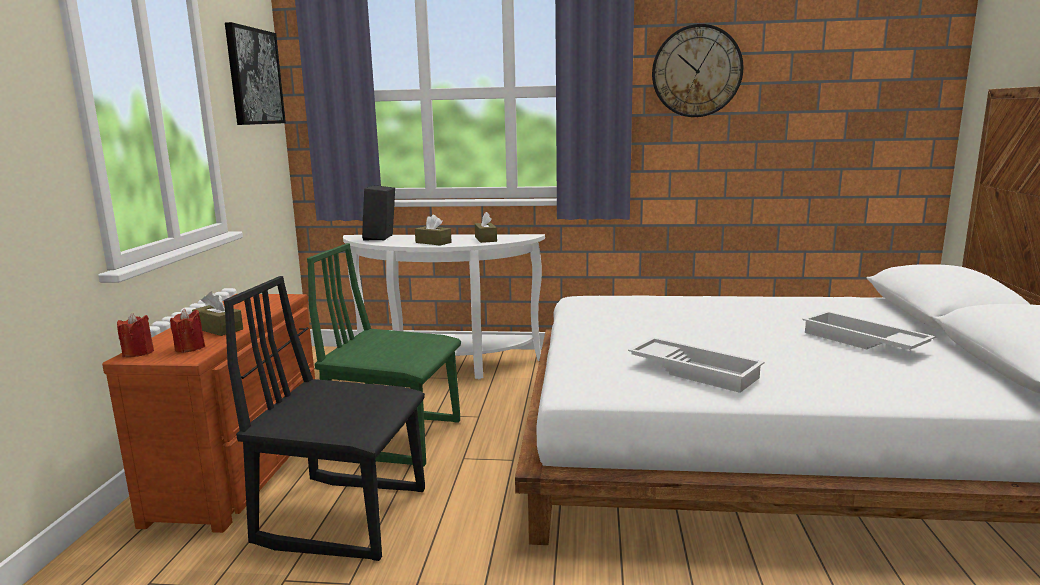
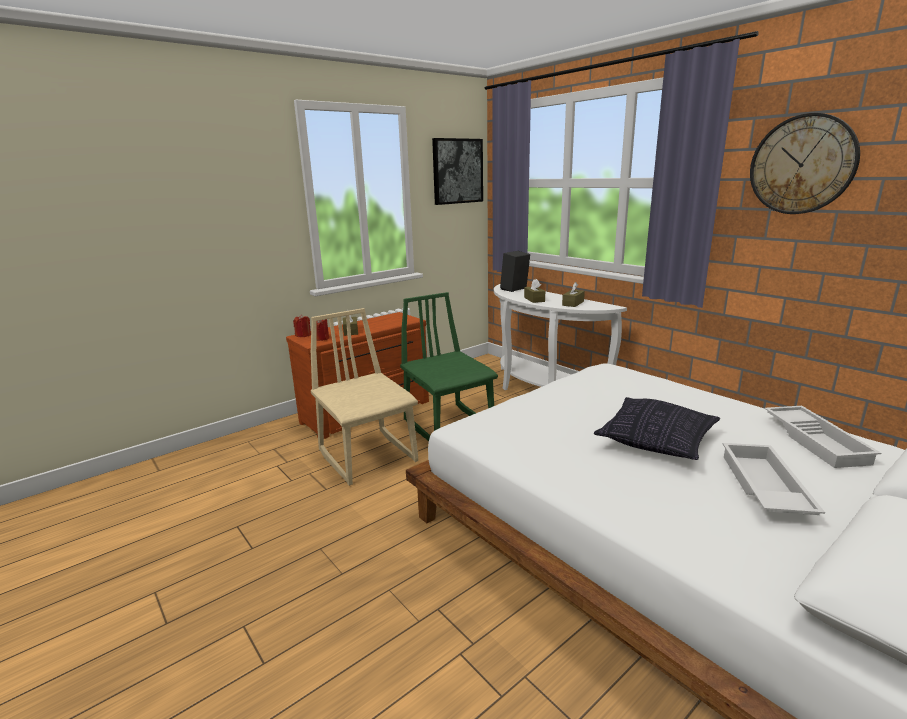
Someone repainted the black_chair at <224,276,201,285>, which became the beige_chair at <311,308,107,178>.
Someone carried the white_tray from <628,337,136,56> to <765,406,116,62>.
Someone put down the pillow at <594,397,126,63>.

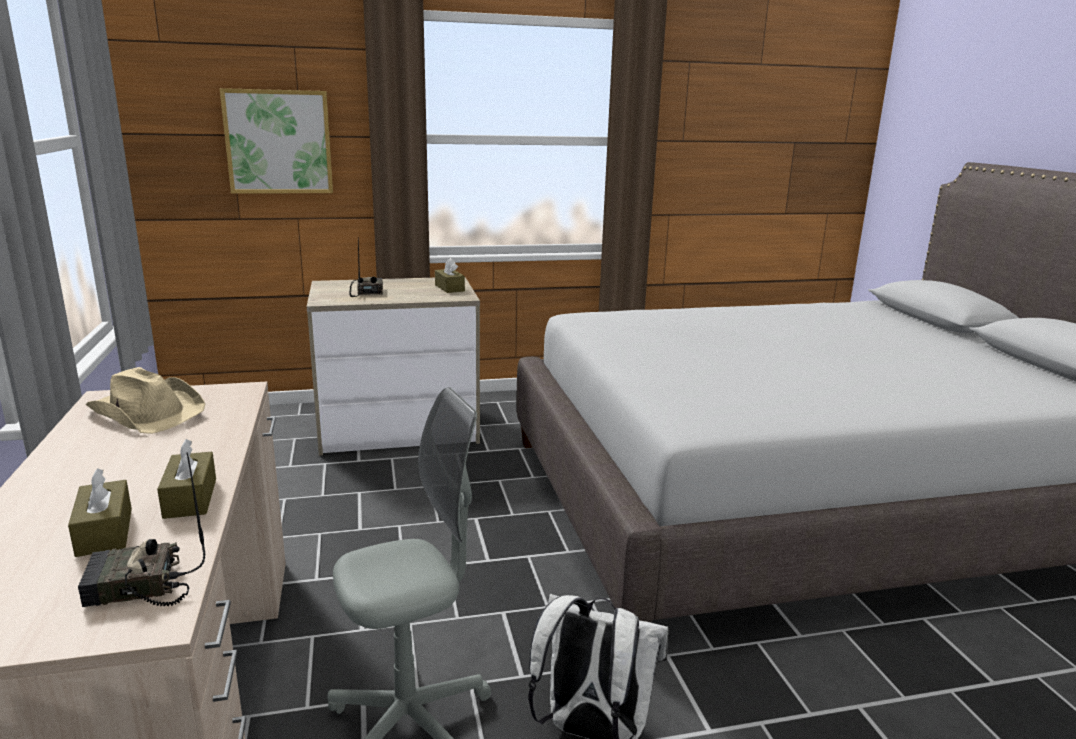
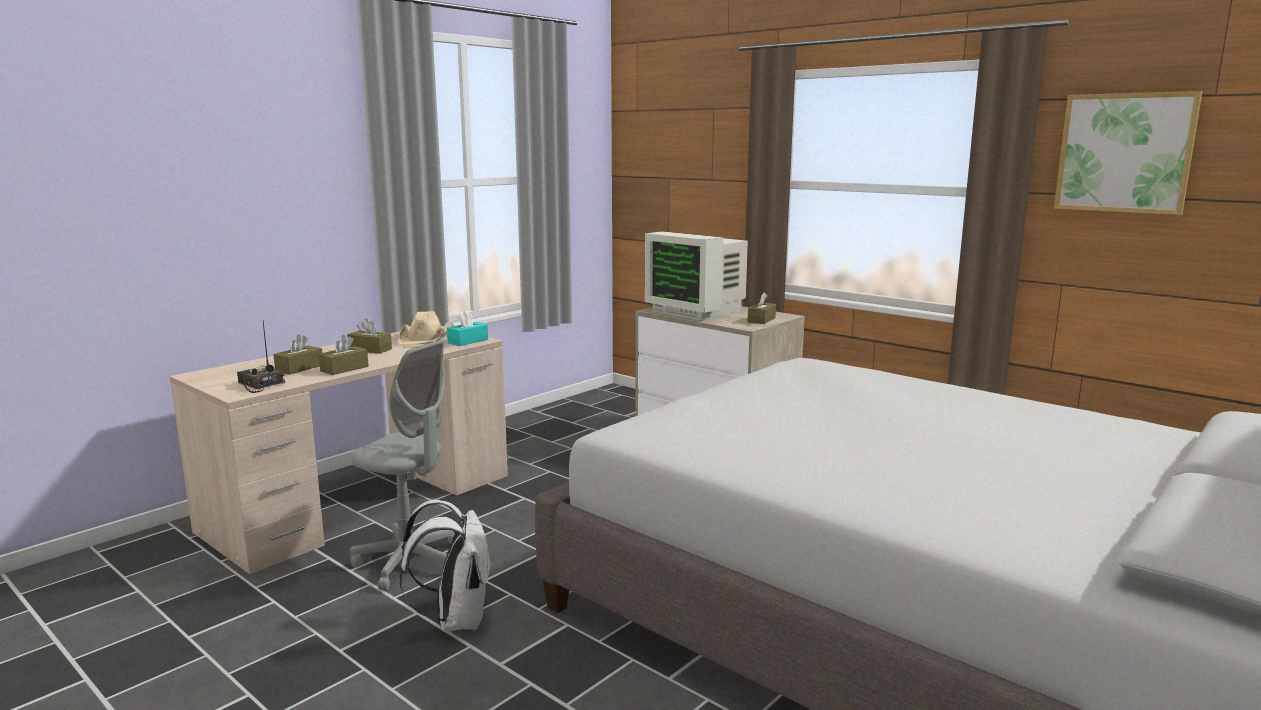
Someone carried the picture from <220,88,113,106> to <1054,91,148,124>.
Someone swapped the radio at <349,239,34,58> for the monitor at <645,231,103,90>.
Someone put down the turquoise_tissue_box at <447,311,41,35>.
Someone put down the brown_tissue_box at <347,318,45,36>.

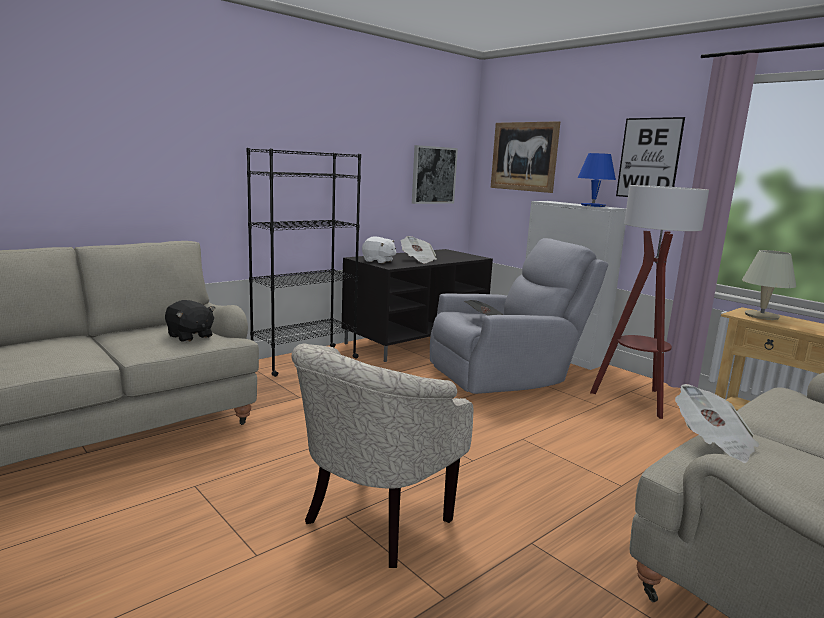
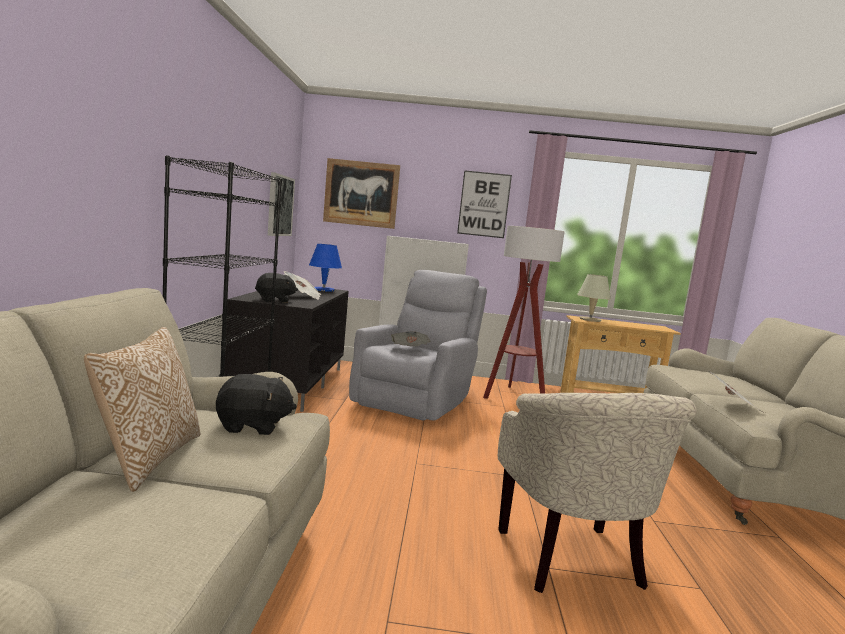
Someone carried the blue_table_lamp from <578,153,38,54> to <309,244,33,48>.
Someone repainted the white_plush_toy at <362,237,35,27>, which became the black_plush_toy at <255,273,43,30>.
Someone put down the pillow at <84,327,116,165>.

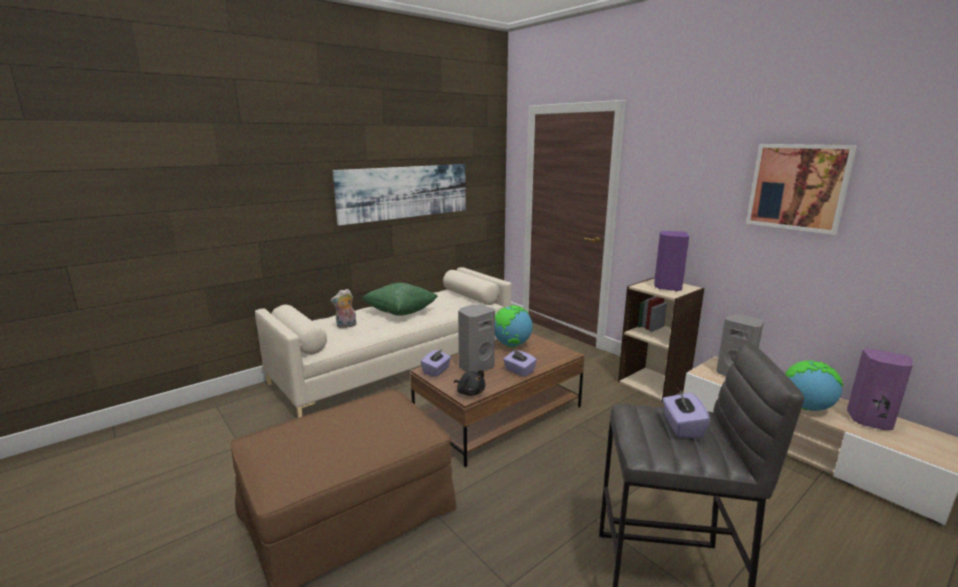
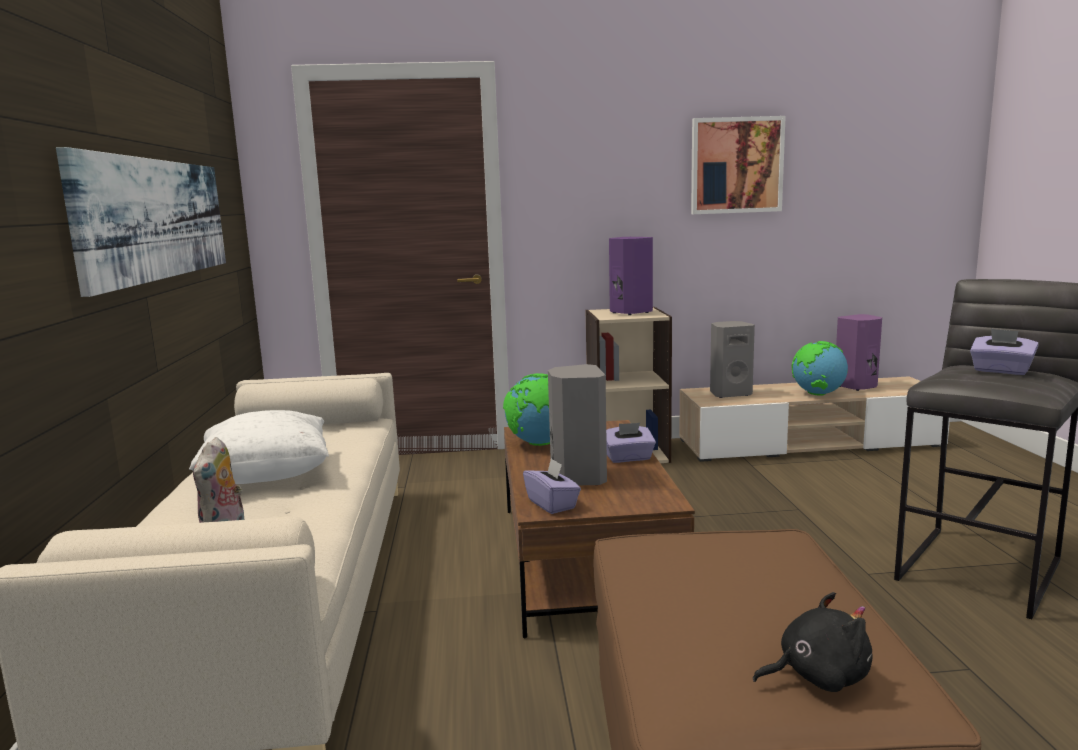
Someone repainted the green_pillow at <362,283,76,33>, which became the white_pillow at <189,410,140,74>.
Someone carried the black_plush_toy from <454,370,31,26> to <753,592,120,100>.

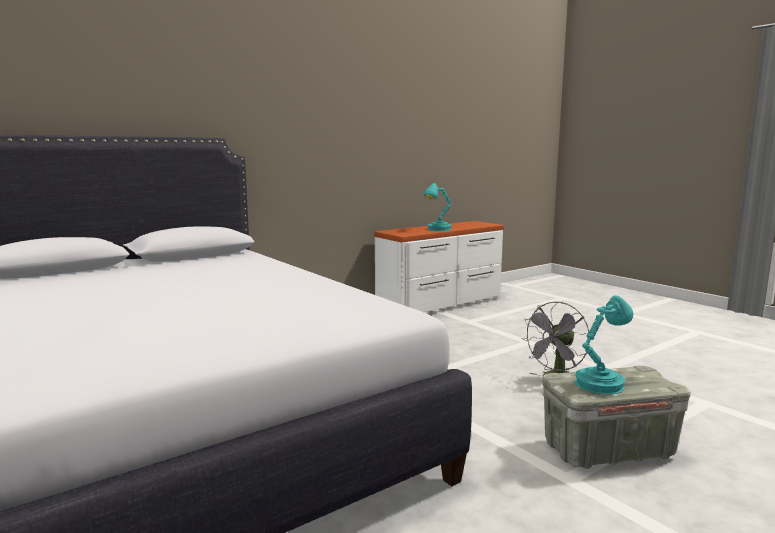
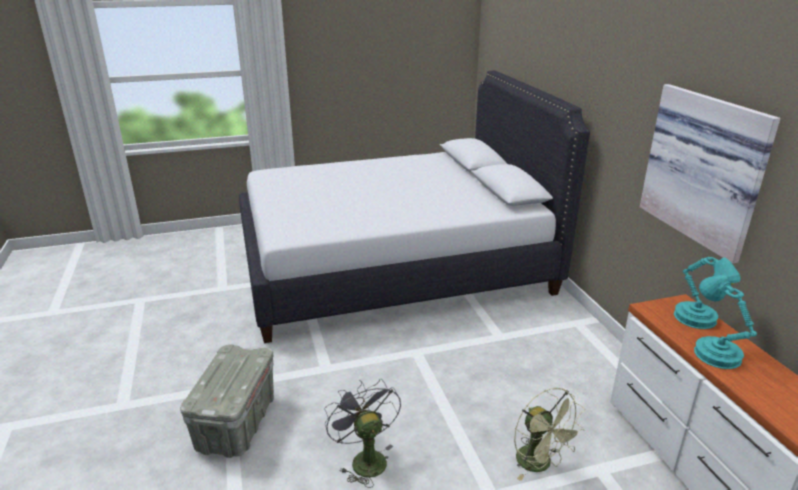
Someone carried the turquoise_table_lamp from <575,295,58,100> to <674,257,67,72>.
Someone put up the picture at <640,84,140,180>.
Someone put down the green_fan at <514,388,71,93>.

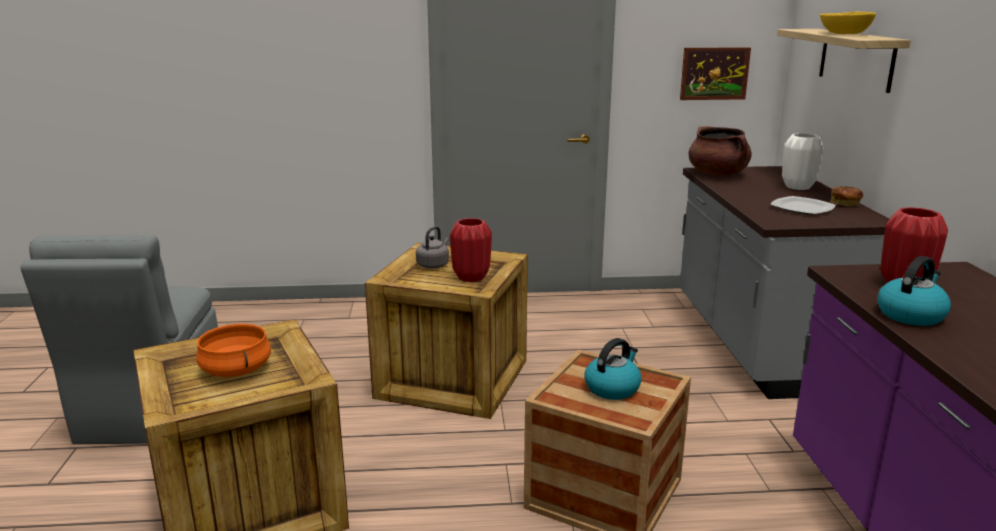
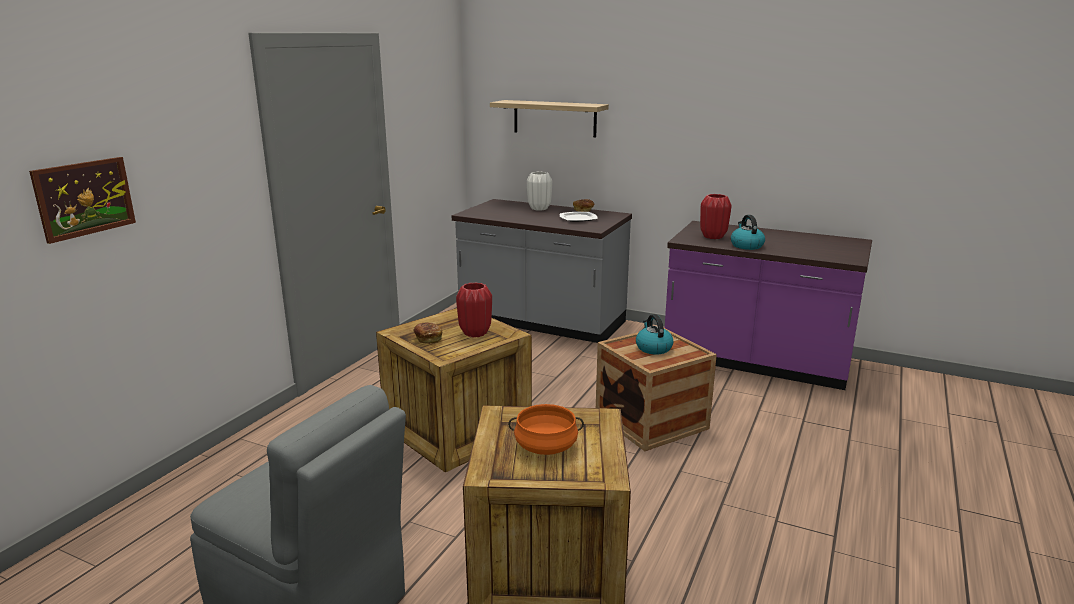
Someone took away the yellow_bowl at <820,12,56,22>.
Someone carried the picture from <680,47,71,53> to <29,157,107,87>.
Someone took away the brown_cooking_pot at <688,126,64,50>.
Someone swapped the grey_kettle at <416,226,33,43> for the bread at <413,323,29,21>.

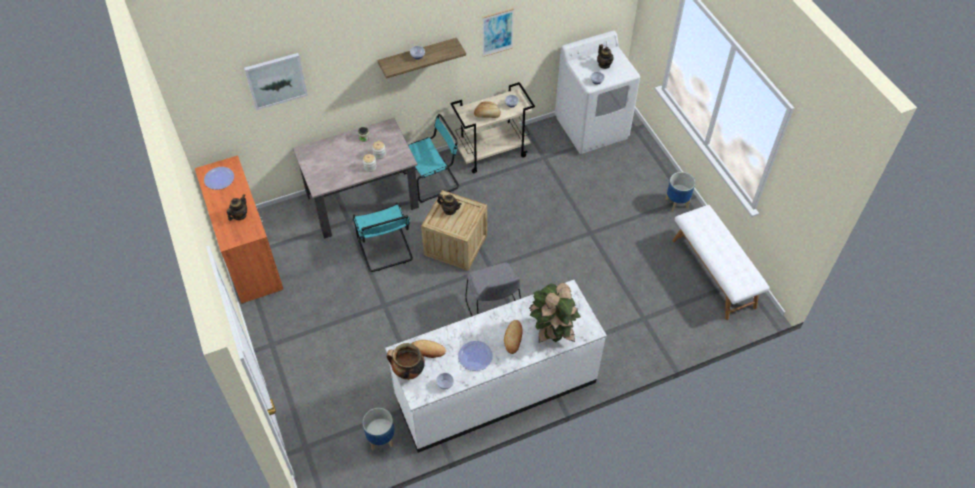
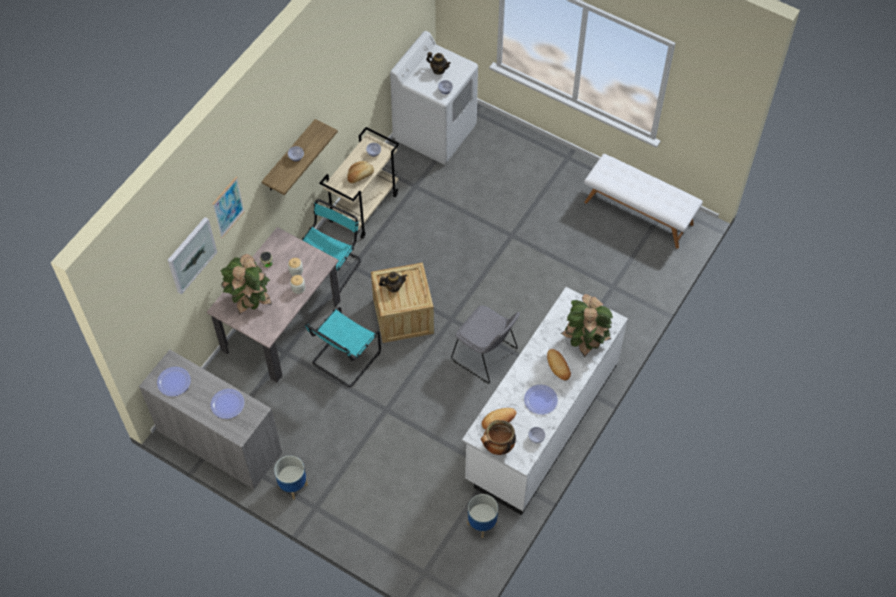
Someone carried the picture from <482,8,32,49> to <213,177,32,61>.
Someone repainted the orange_cabinet at <195,156,88,148>, which became the grey_cabinet at <139,350,143,139>.
Someone carried the planter from <665,172,30,40> to <274,456,34,44>.
Someone swapped the teapot at <227,194,20,27> for the plate at <210,389,35,30>.
Someone rotated the turquoise_chair at <353,202,60,70> by 90 degrees clockwise.
Someone put down the potted_plant at <221,254,51,61>.

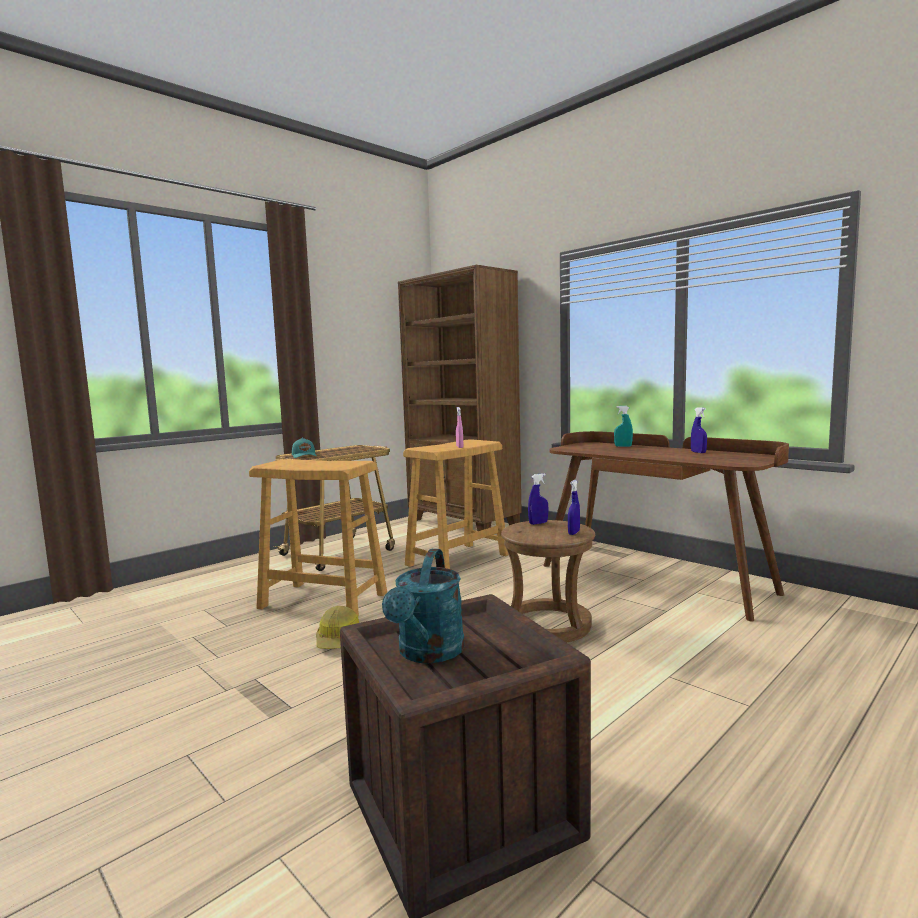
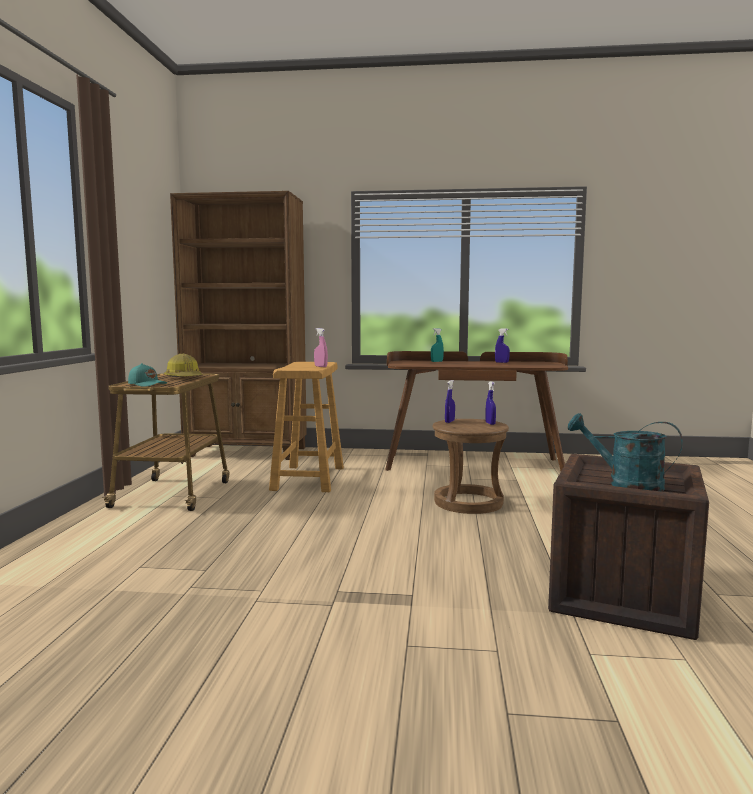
Someone took away the beige_stool at <249,459,138,157>.
Someone rotated the turquoise_watering_can at <382,549,83,114> by 150 degrees clockwise.
Someone carried the hard_hat from <316,606,43,43> to <164,354,39,23>.

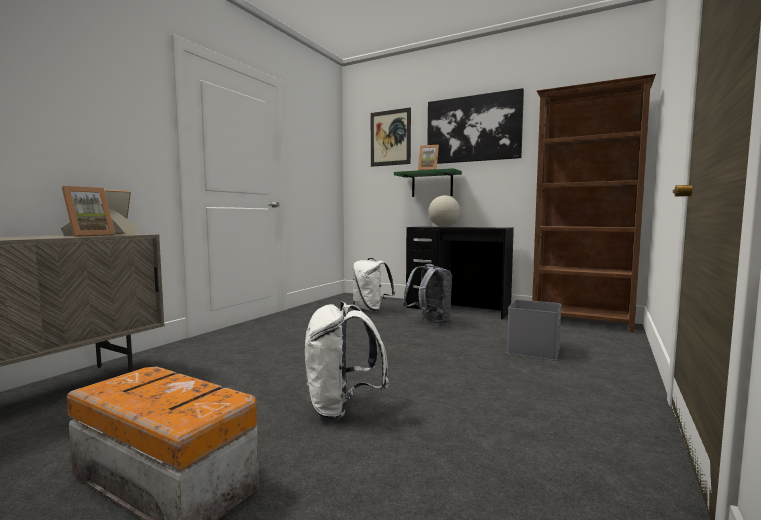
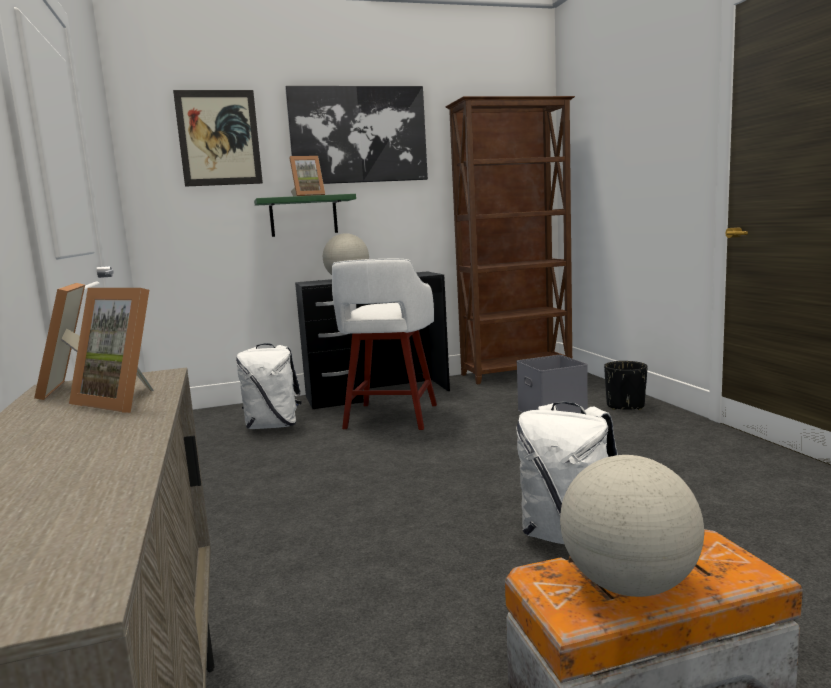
Someone rotated the picture_frame at <61,186,54,51> by 135 degrees clockwise.
Someone swapped the grey_backpack at <403,264,49,60> for the white_stool at <332,259,105,171>.
Someone put down the black_planter at <604,361,44,49>.
Someone put down the globe at <560,455,144,142>.

